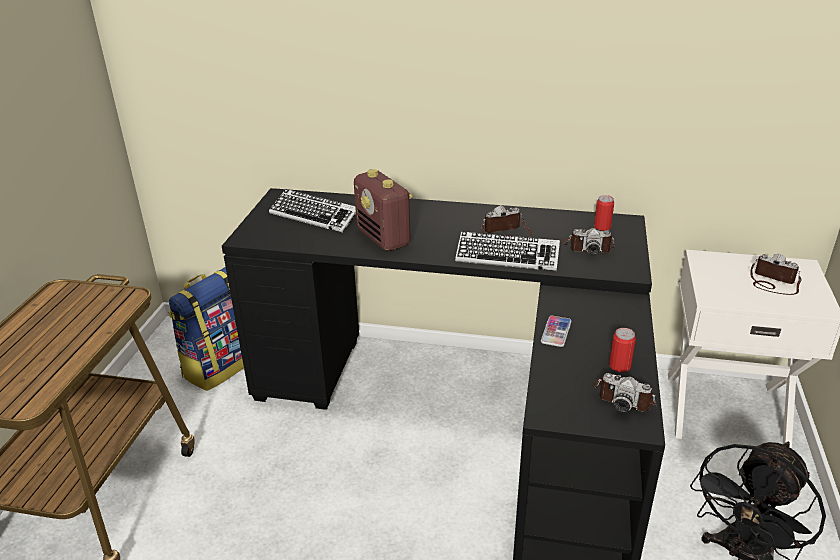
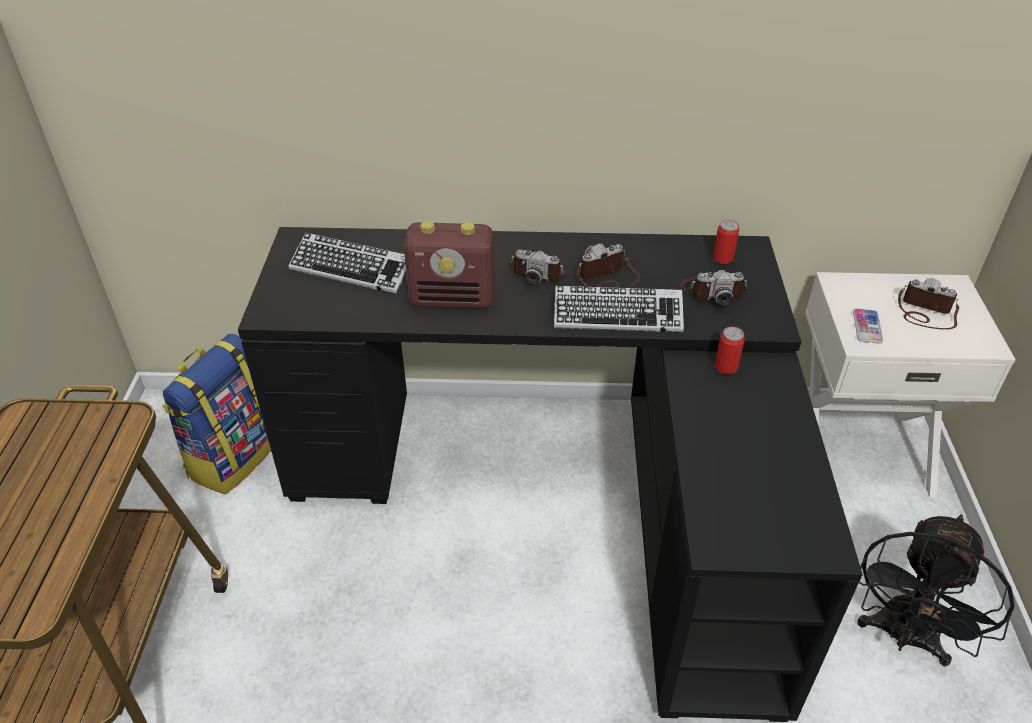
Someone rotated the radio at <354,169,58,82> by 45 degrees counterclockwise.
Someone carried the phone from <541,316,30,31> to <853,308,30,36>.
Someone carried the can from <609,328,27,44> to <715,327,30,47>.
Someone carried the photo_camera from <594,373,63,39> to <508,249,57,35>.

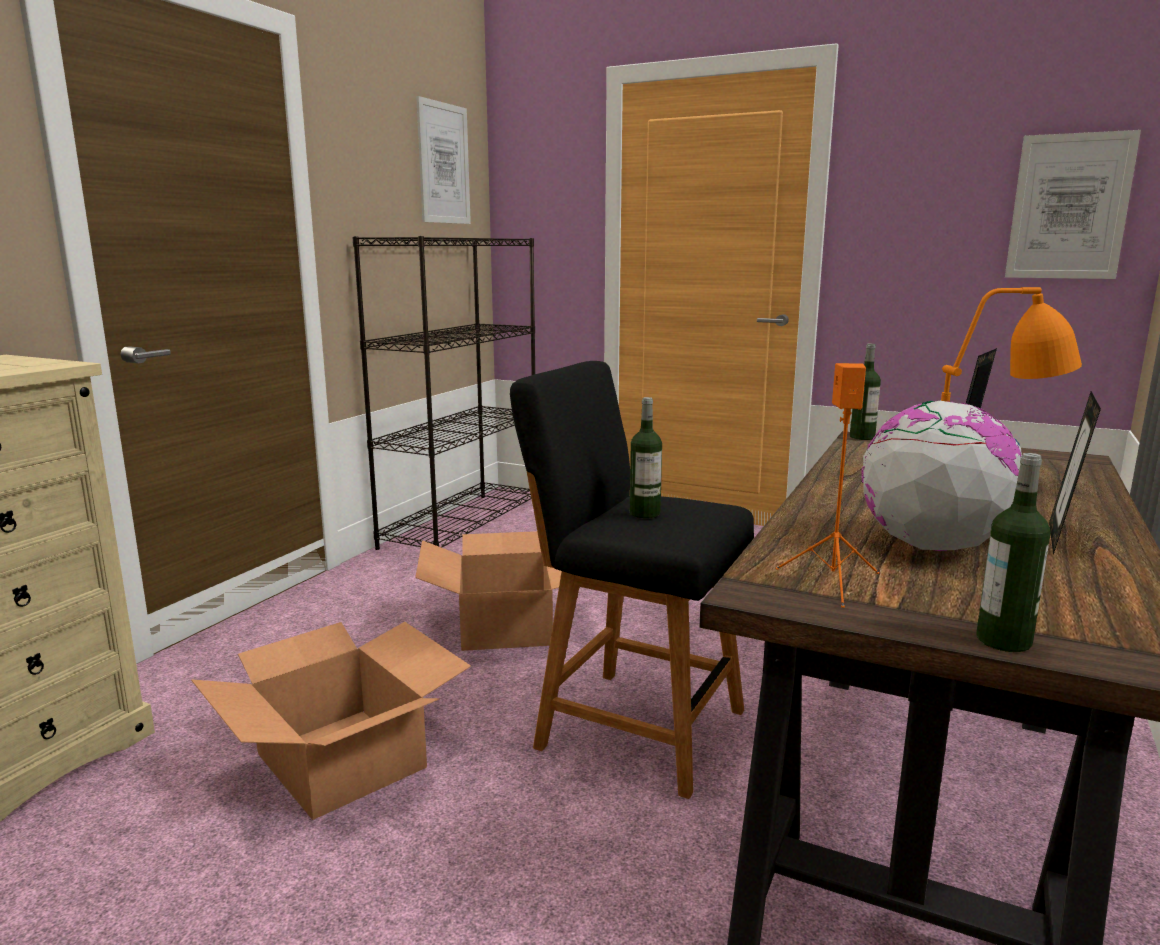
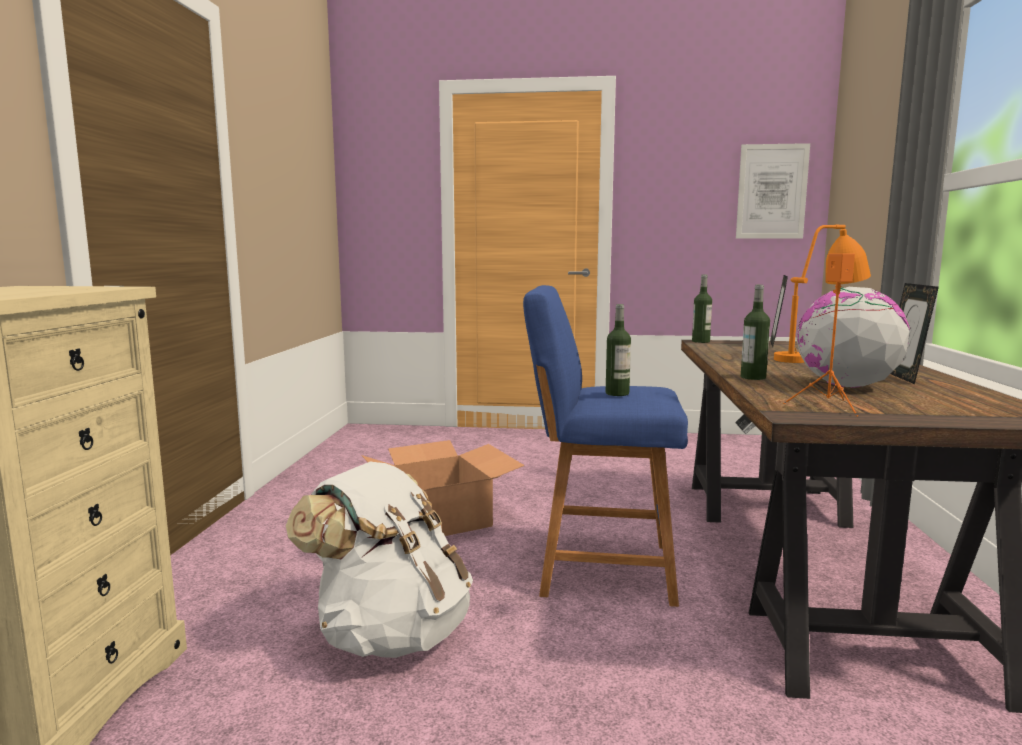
Someone took away the picture at <416,96,55,128>.
Someone took away the black_bookcase at <352,236,183,314>.
Someone repainted the black_stool at <510,361,244,438>, which became the blue_stool at <523,285,165,322>.
Someone carried the bottle from <976,453,75,199> to <741,285,29,95>.
Someone swapped the cardboard_box at <191,622,280,198> for the white_backpack at <286,462,187,196>.

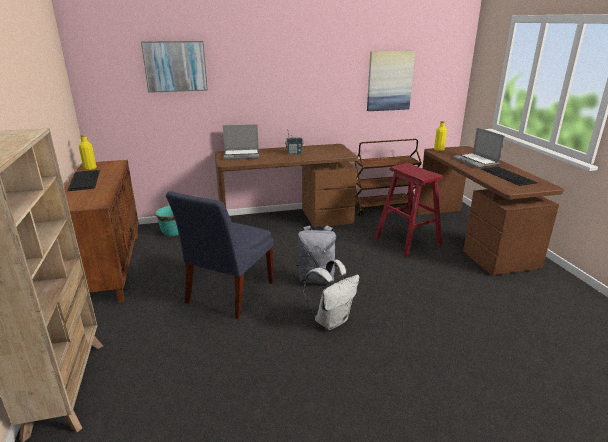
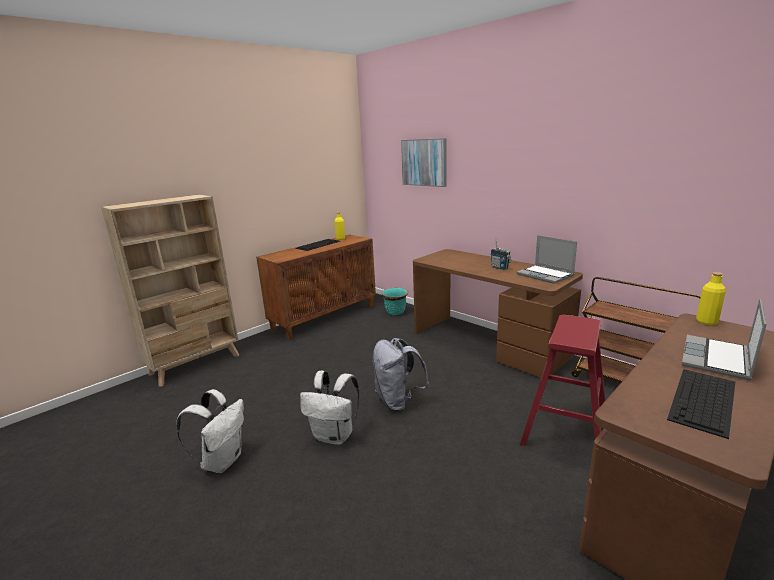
Someone took away the picture at <367,51,48,60>.
Someone carried the laptop from <223,125,36,35> to <516,235,61,49>.
Someone took away the blue_chair at <166,191,108,128>.
Someone put down the white_backpack at <177,389,67,84>.

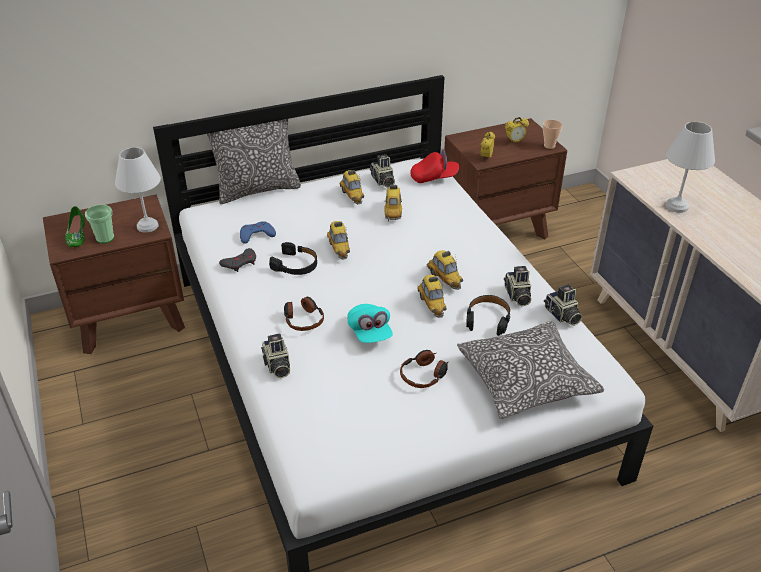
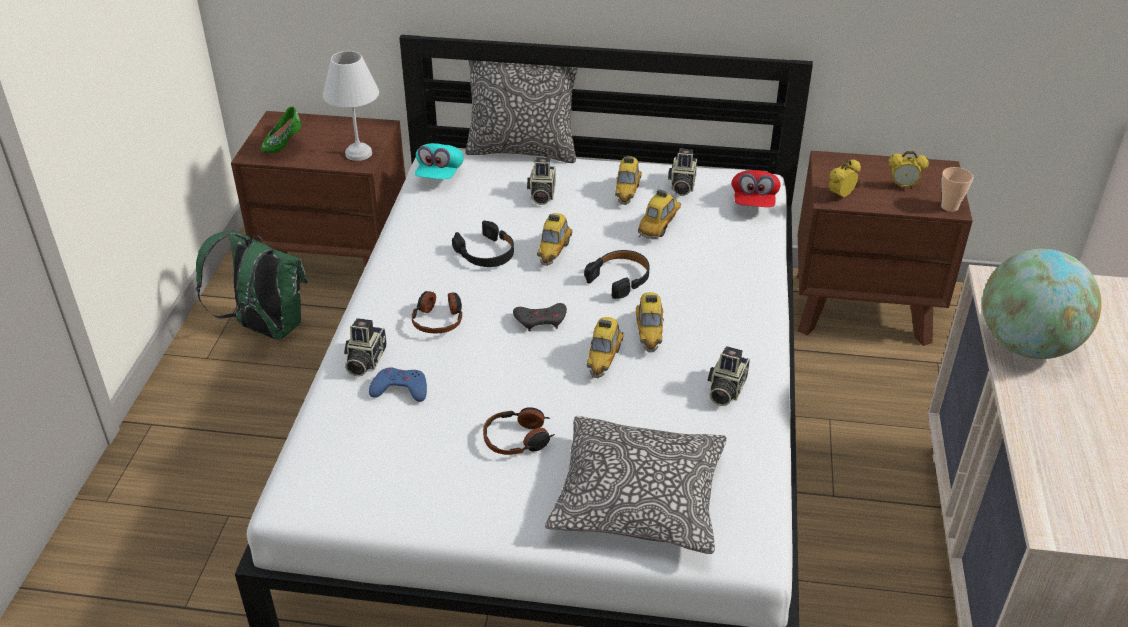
Someone swapped the white_table_lamp at <666,122,49,91> for the globe at <982,249,120,110>.
Someone rotated the red_cap at <410,149,50,34> by 75 degrees clockwise.
Someone took away the cup at <85,205,29,38>.
Someone carried the blue_game_controller from <240,221,36,23> to <369,368,58,34>.
Someone carried the grey_game_controller from <219,248,37,24> to <513,303,54,28>.
Someone carried the photo_camera from <544,284,38,42> to <527,157,29,48>.
Someone carried the black_headphones from <466,295,45,41> to <584,250,66,49>.
Someone carried the turquoise_cap from <347,304,46,39> to <415,143,49,36>.
Someone put down the green_backpack at <196,230,112,110>.

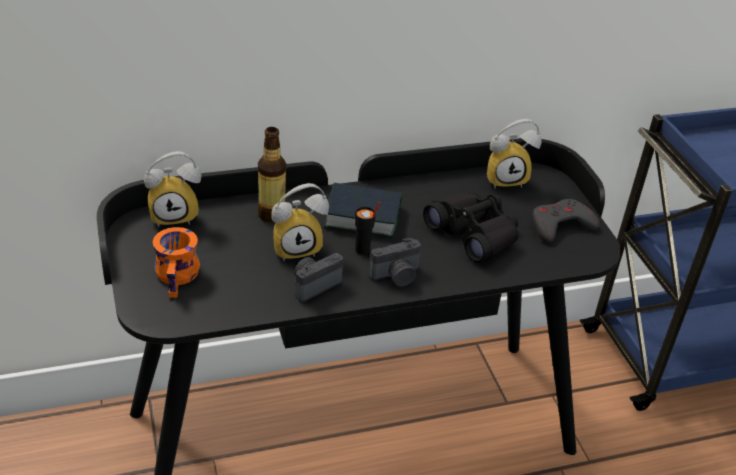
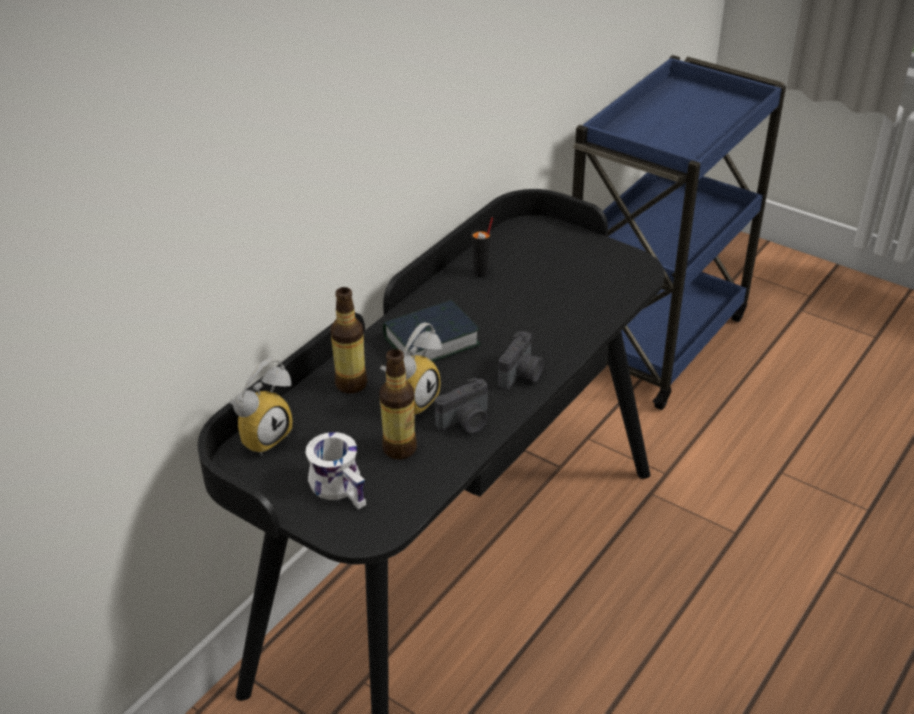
Someone took away the alarm_clock at <487,119,54,69>.
Someone took away the black_binoculars at <423,192,95,71>.
Someone took away the grey_game_controller at <533,199,67,44>.
Someone carried the black_cup from <355,202,25,53> to <471,217,22,60>.
Someone repainted the orange_mug at <153,227,47,71>, which became the white_mug at <306,432,60,77>.
Someone rotated the photo_camera at <294,253,49,49> by 135 degrees counterclockwise.
Someone put down the bottle at <379,349,38,110>.

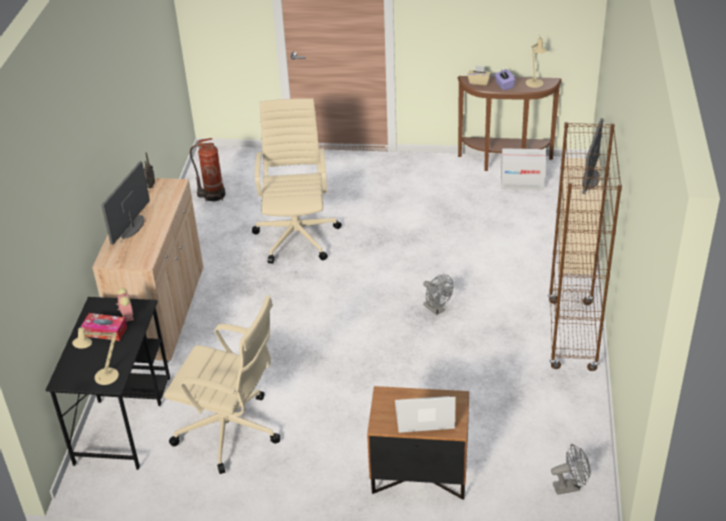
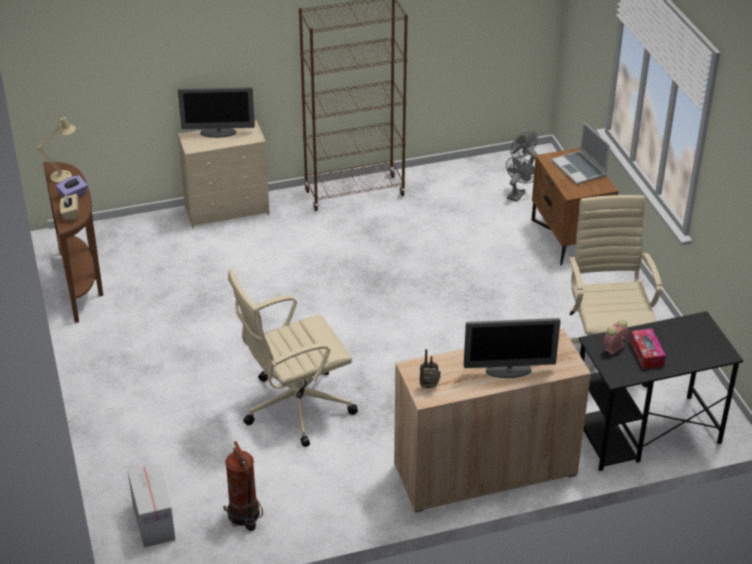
Someone carried the cardboard_box from <501,148,45,42> to <128,464,48,84>.
Someone carried the grey_fan from <423,275,30,40> to <506,157,29,45>.
Someone took away the beige_table_lamp at <72,323,47,62>.

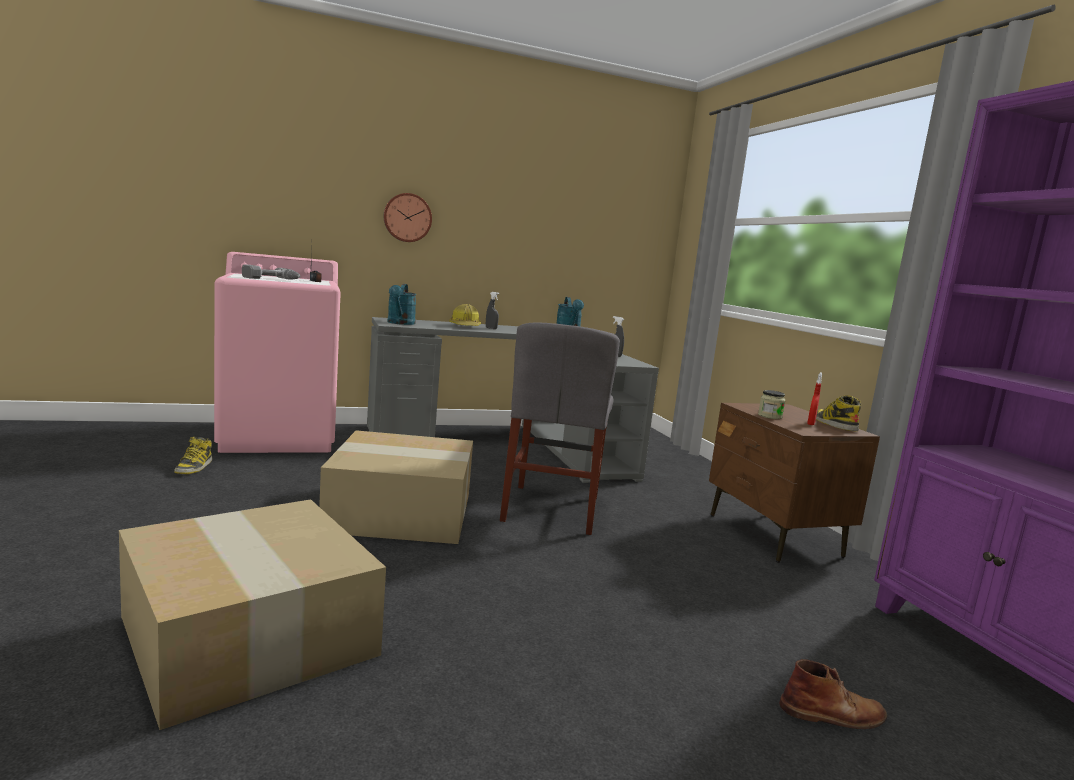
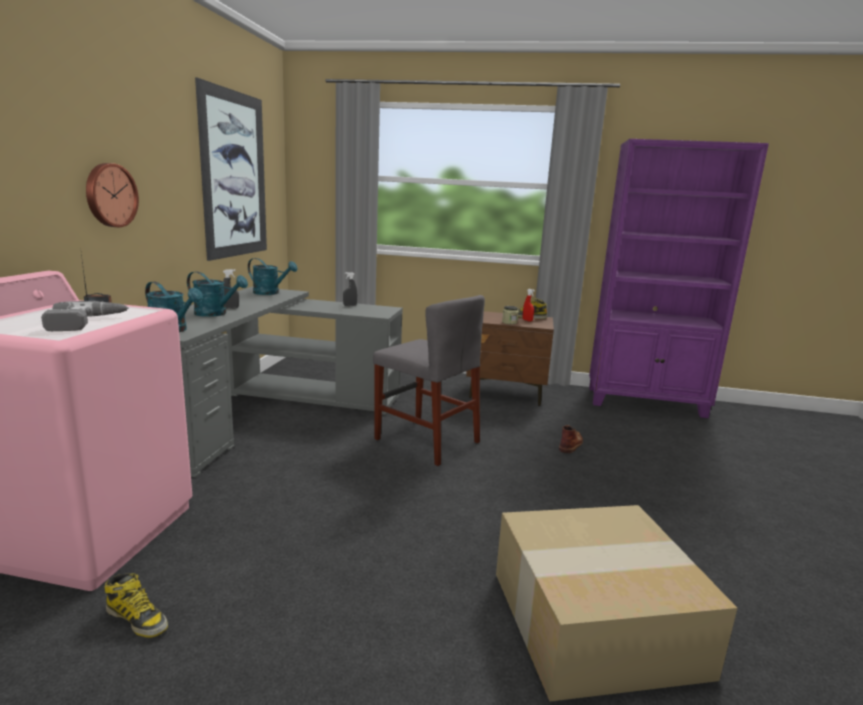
Someone swapped the hard_hat at <449,304,32,22> for the turquoise_watering_can at <187,271,61,46>.
Someone took away the cardboard_box at <319,430,154,114>.
Someone carried the brown_boot from <779,659,108,70> to <559,425,24,28>.
Someone put up the picture at <195,78,72,183>.

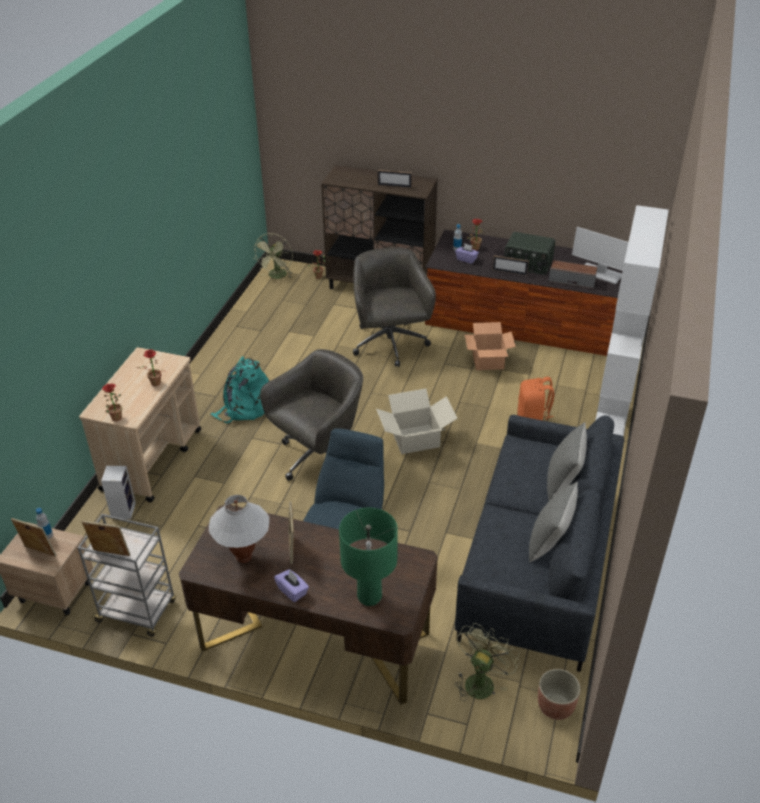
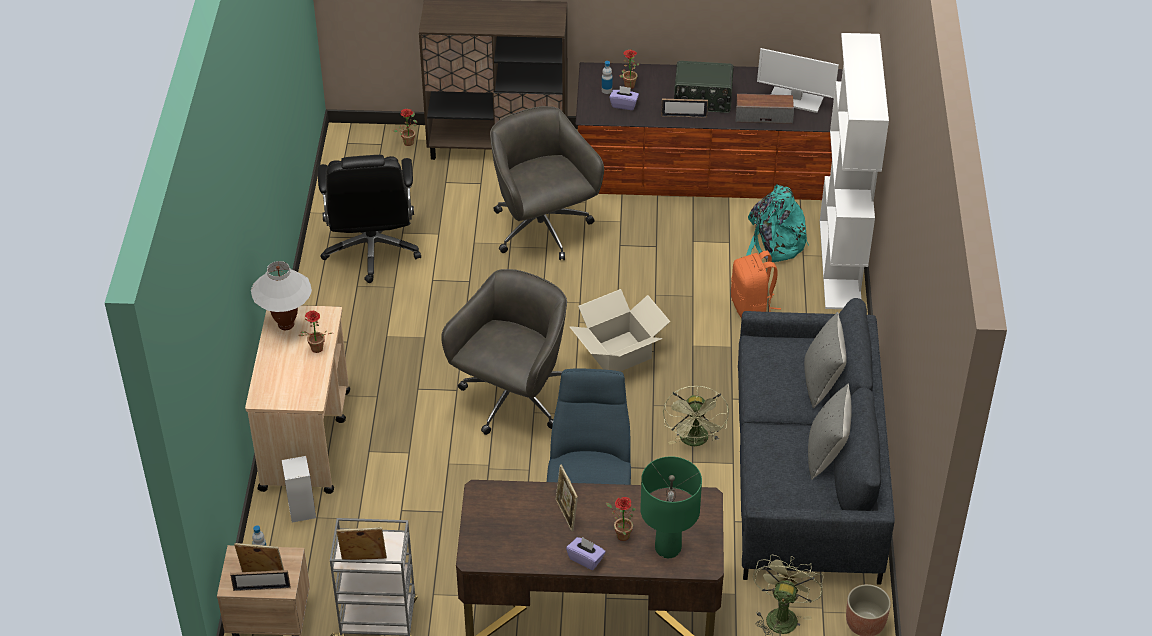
Someone carried the picture_frame from <377,170,35,18> to <230,570,60,21>.
Someone carried the green_fan from <254,233,39,46> to <663,385,66,61>.
Someone took away the cardboard_box at <464,322,52,48>.
Someone carried the turquoise_backpack from <211,356,58,67> to <741,184,68,78>.
Someone carried the potted_plant from <102,383,20,38> to <606,497,30,44>.
Someone carried the white_table_lamp from <209,495,60,68> to <251,261,61,69>.
Someone put down the black_office_chair at <318,155,103,128>.

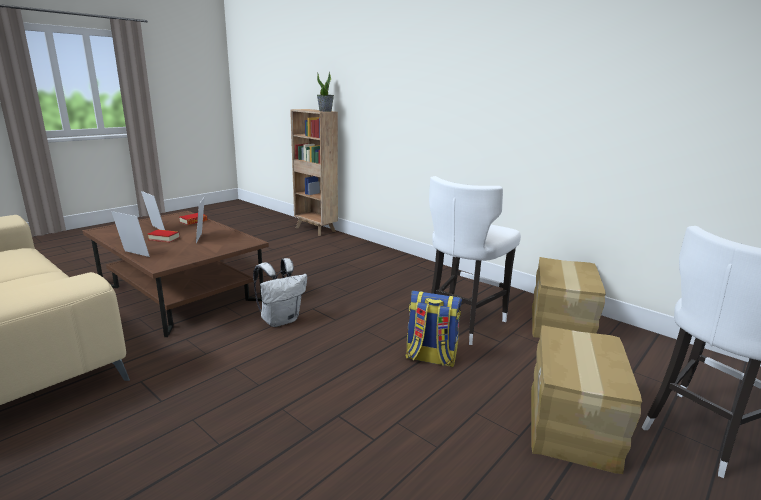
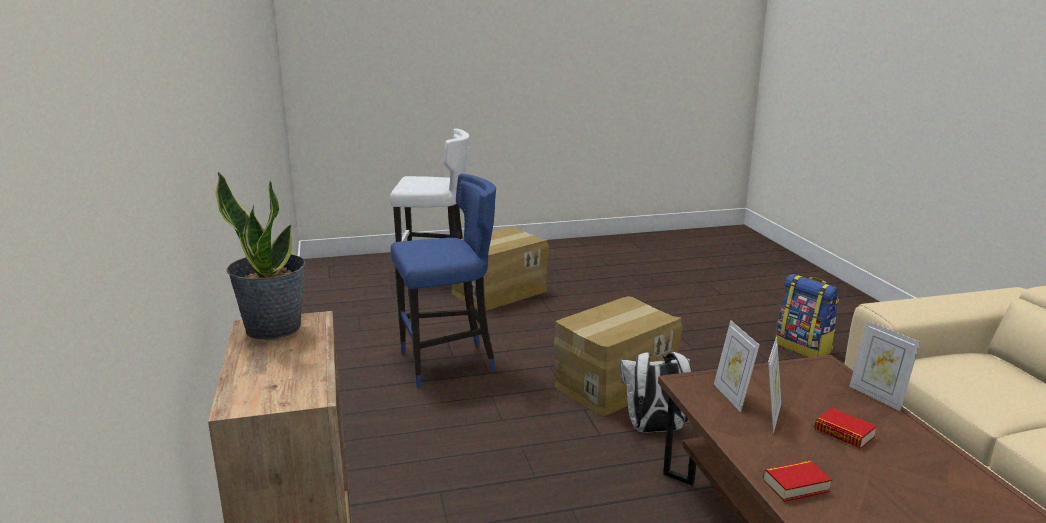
Someone repainted the white_stool at <429,176,92,169>, which became the blue_stool at <390,173,106,215>.
Someone carried the picture_frame from <141,191,24,39> to <714,320,46,92>.
Someone carried the cardboard_box from <532,257,74,81> to <554,296,128,120>.
Someone carried the backpack from <405,291,57,76> to <776,274,63,83>.

